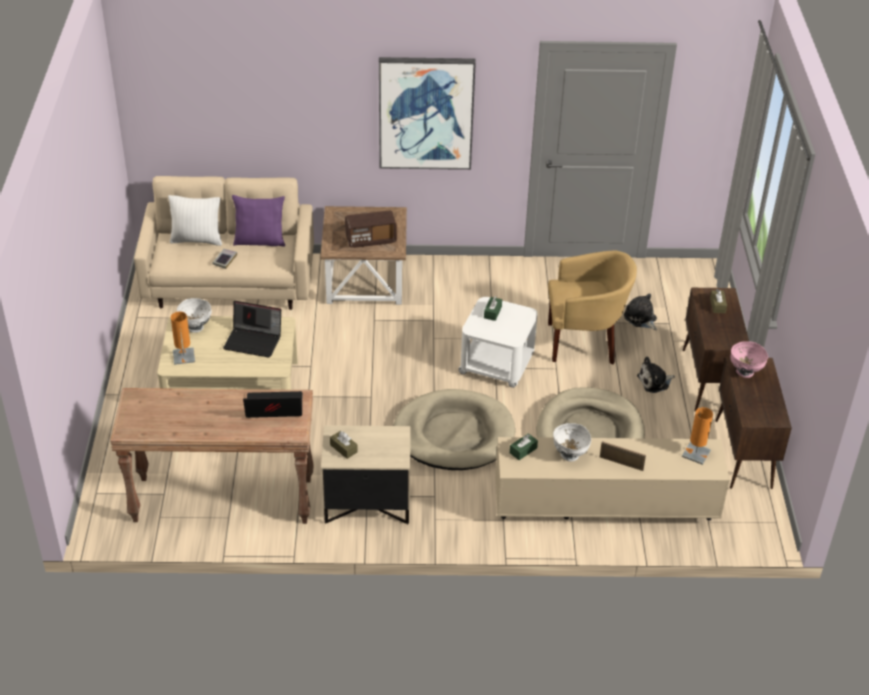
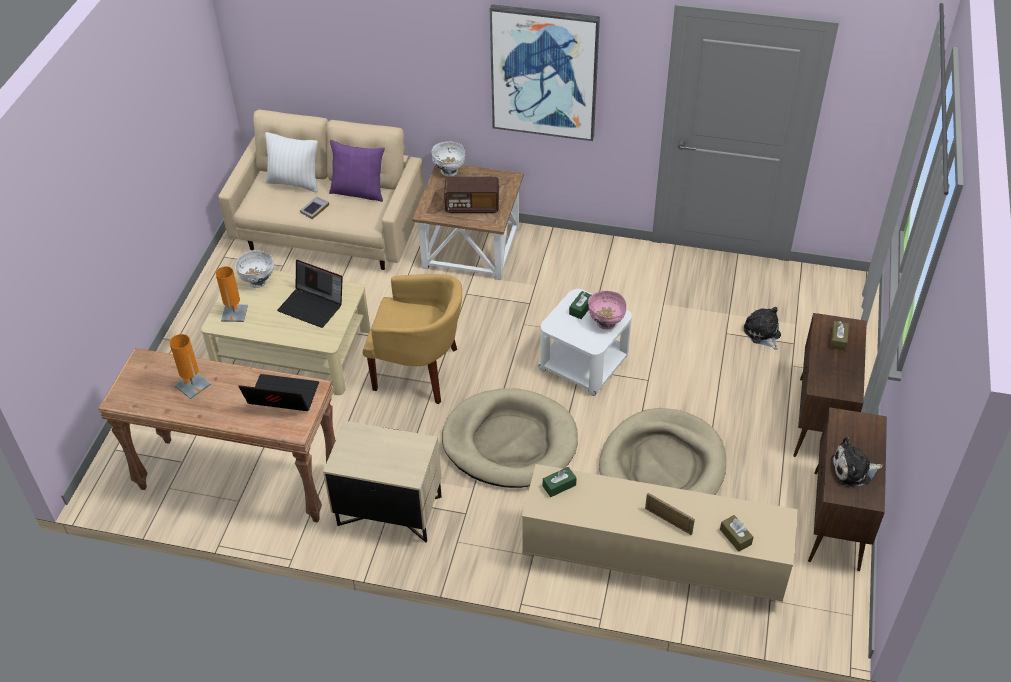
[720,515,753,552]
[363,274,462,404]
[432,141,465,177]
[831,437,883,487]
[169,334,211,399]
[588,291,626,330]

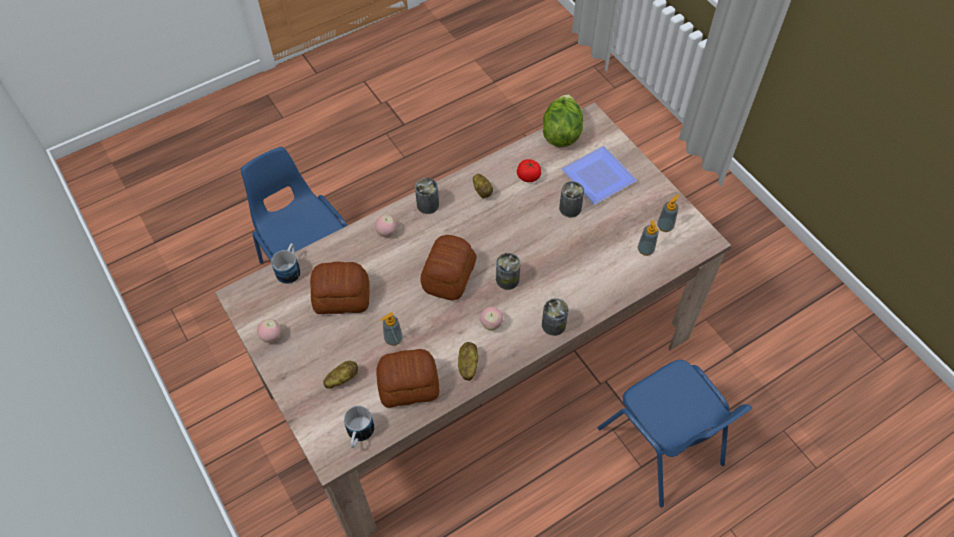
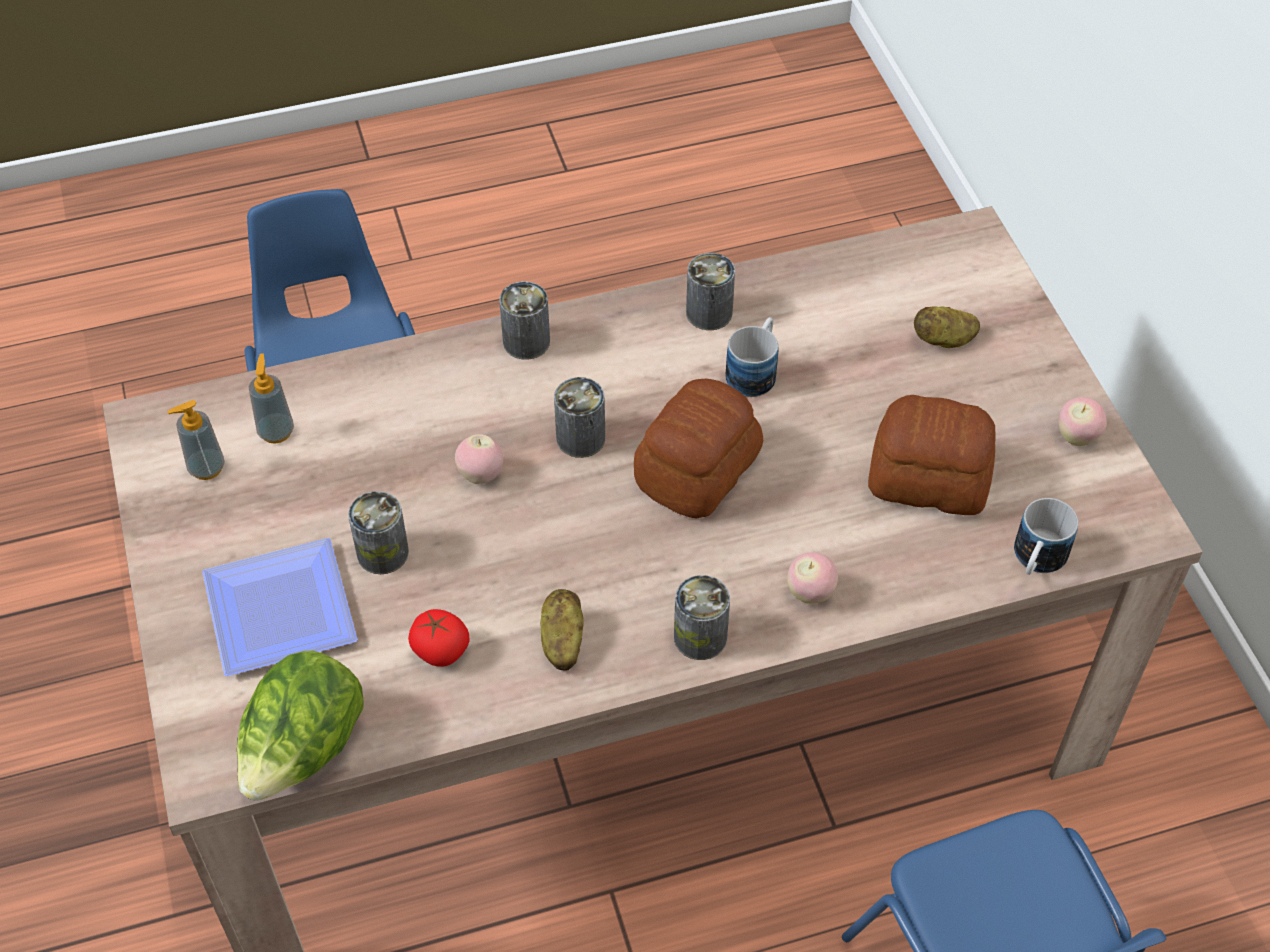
[725,317,778,397]
[376,349,439,408] (first image)
[381,312,403,346] (first image)
[686,253,735,330]
[455,434,503,484]

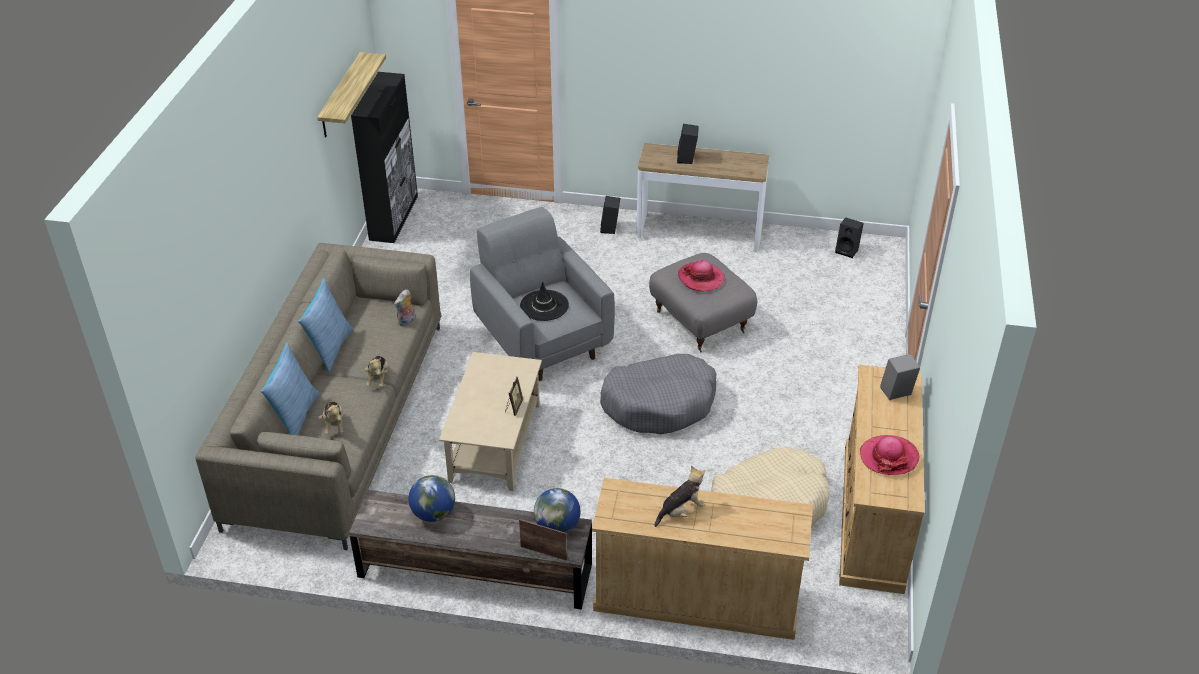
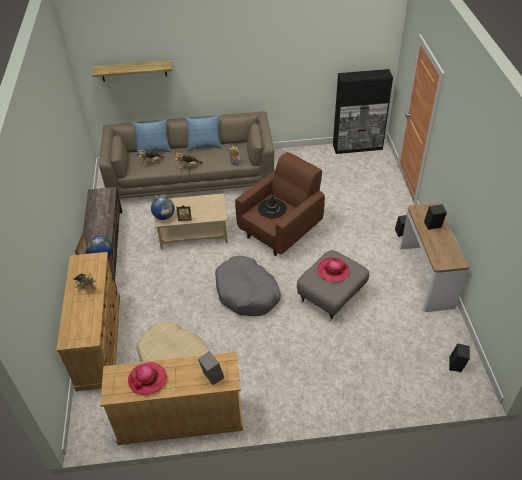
[92,60,172,82]
[151,197,175,220]
[235,152,325,256]

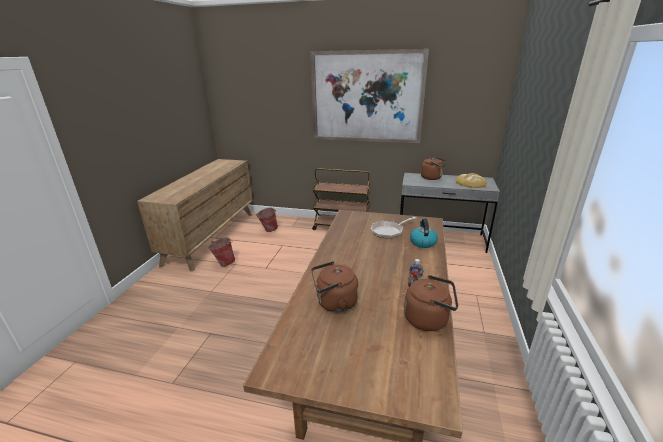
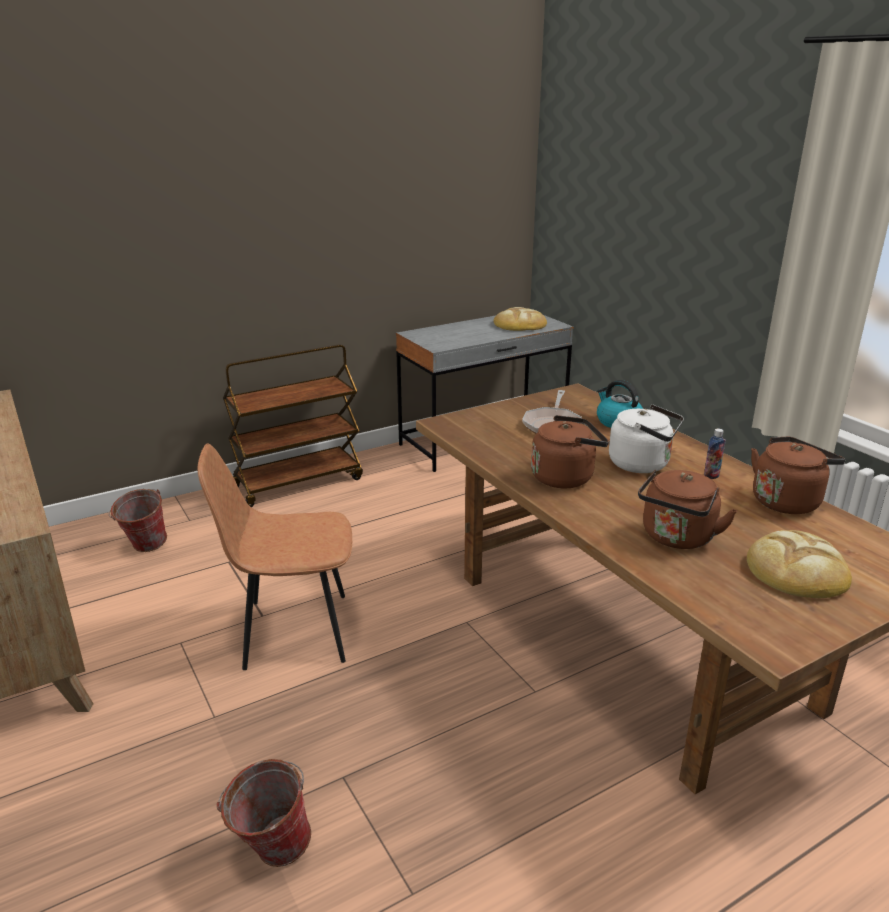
[216,759,311,867]
[310,49,429,143] (first image)
[531,415,609,488]
[198,444,352,670]
[609,404,684,473]
[747,530,852,598]

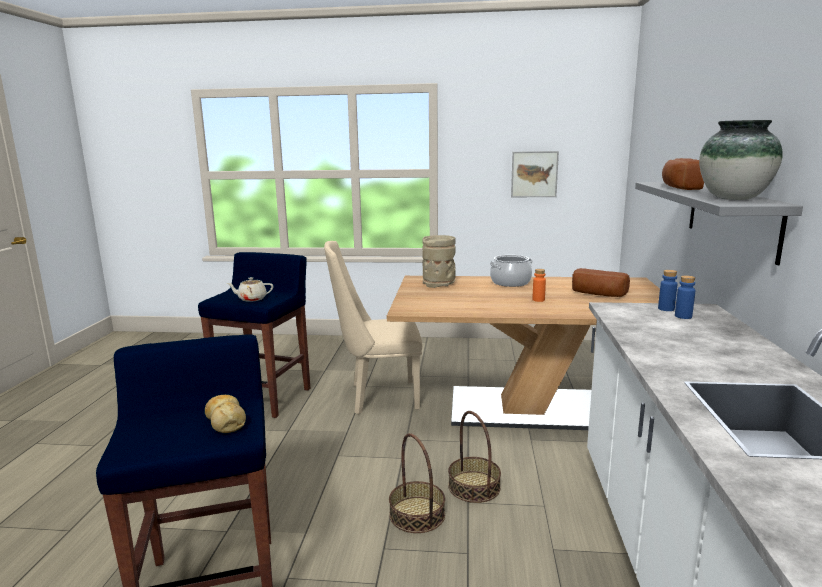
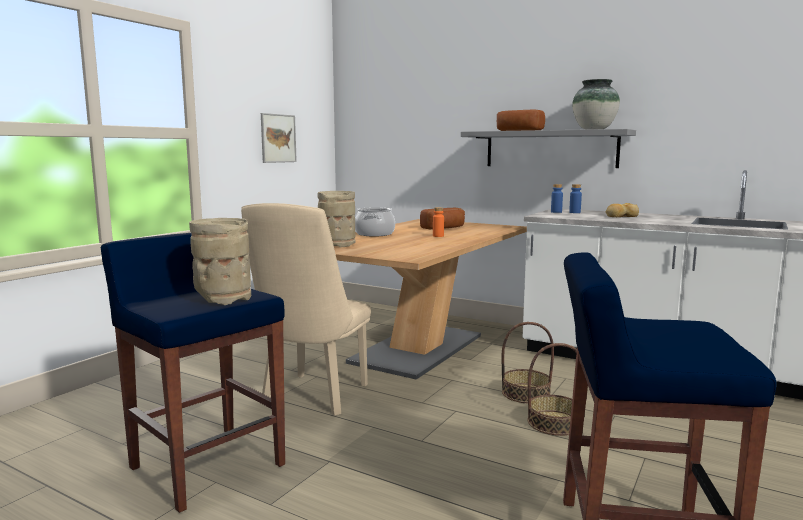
[606,203,639,217]
[189,218,251,305]

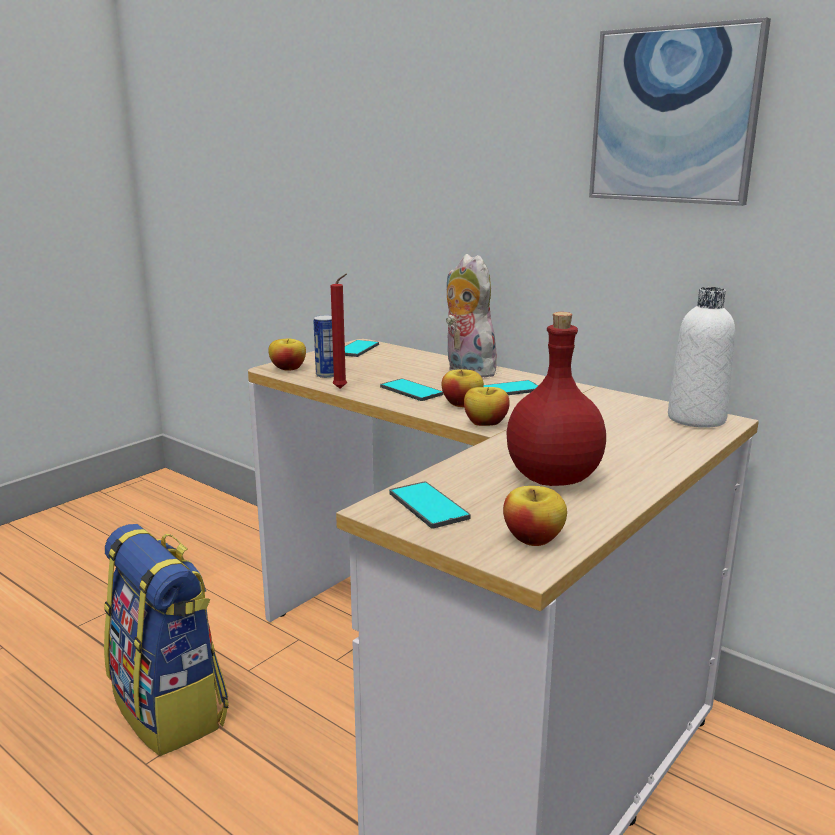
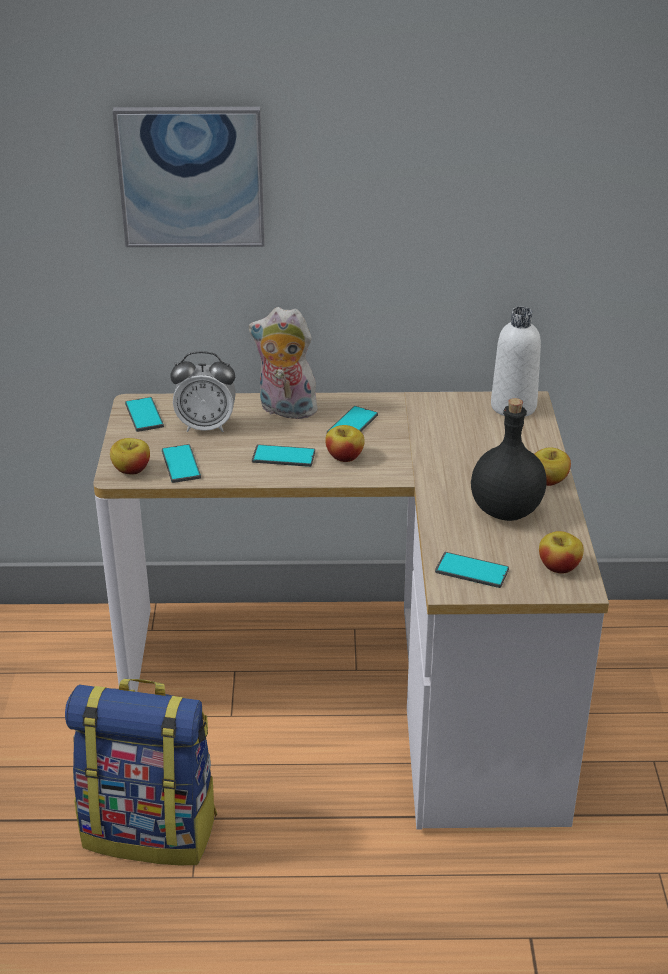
[162,444,201,483]
[331,273,347,389] (first image)
[535,447,571,486]
[471,398,547,521]
[112,107,265,247]
[170,351,236,432]

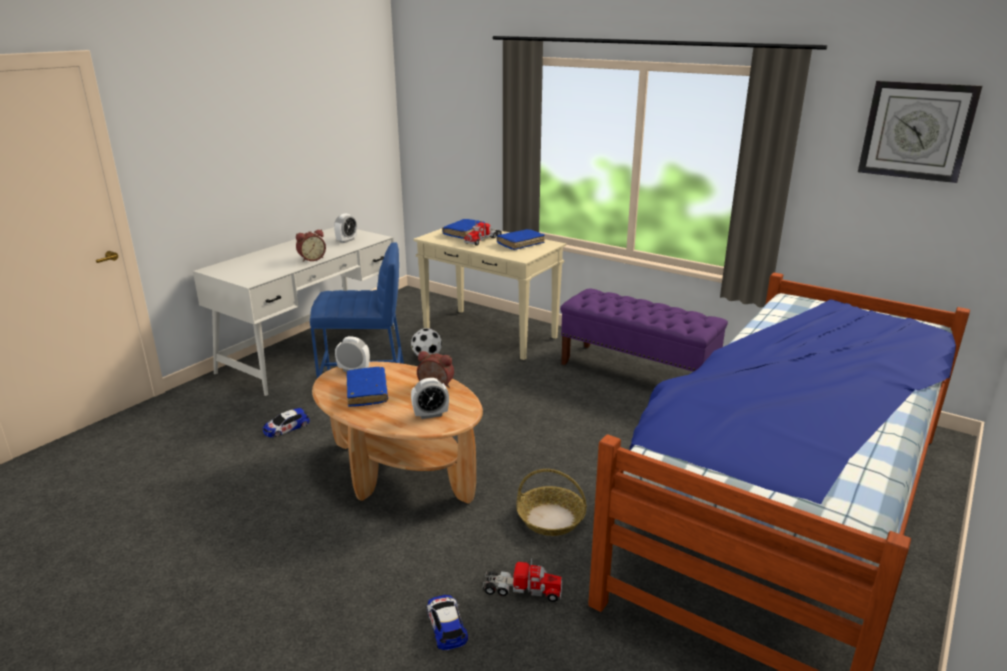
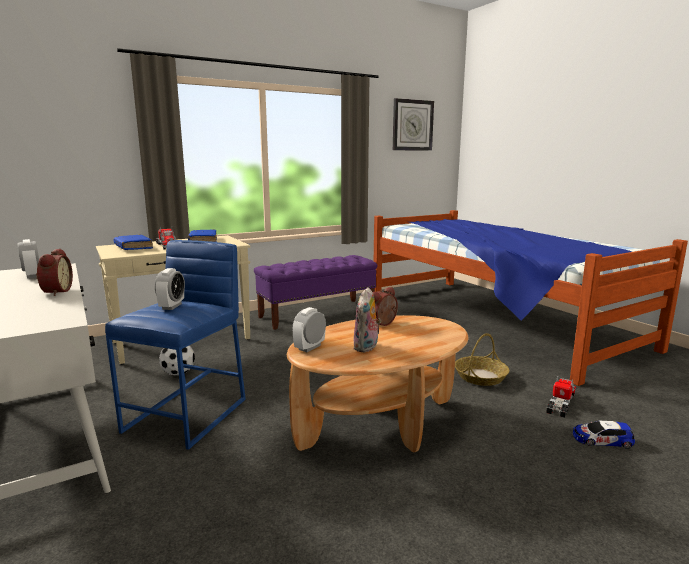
[263,408,310,437] (first image)
[353,287,381,352]
[155,268,185,310]

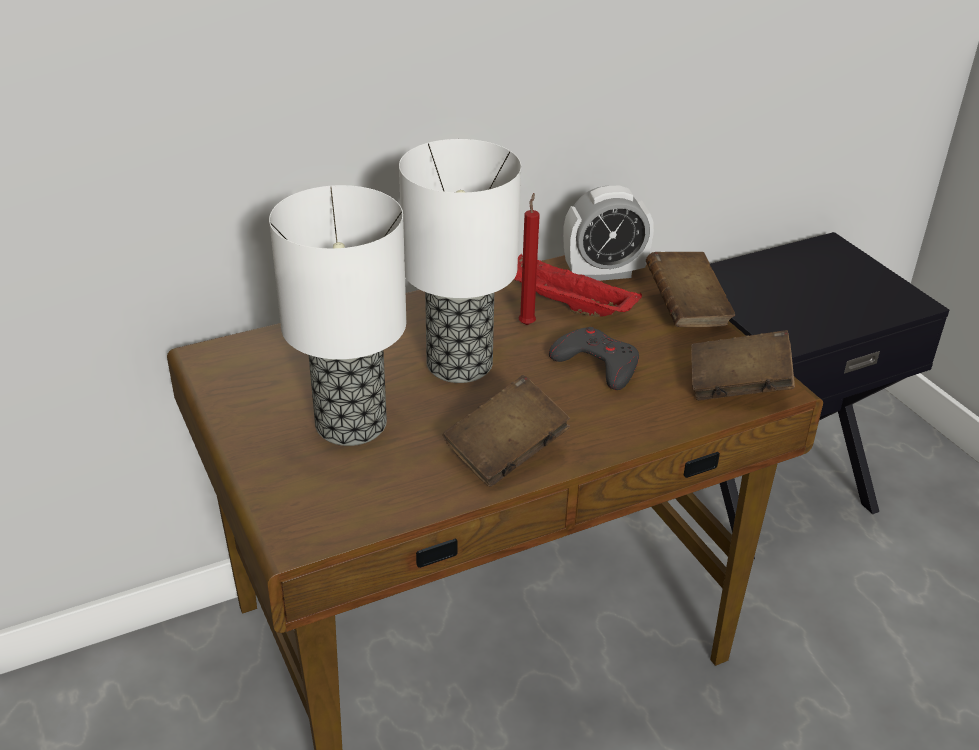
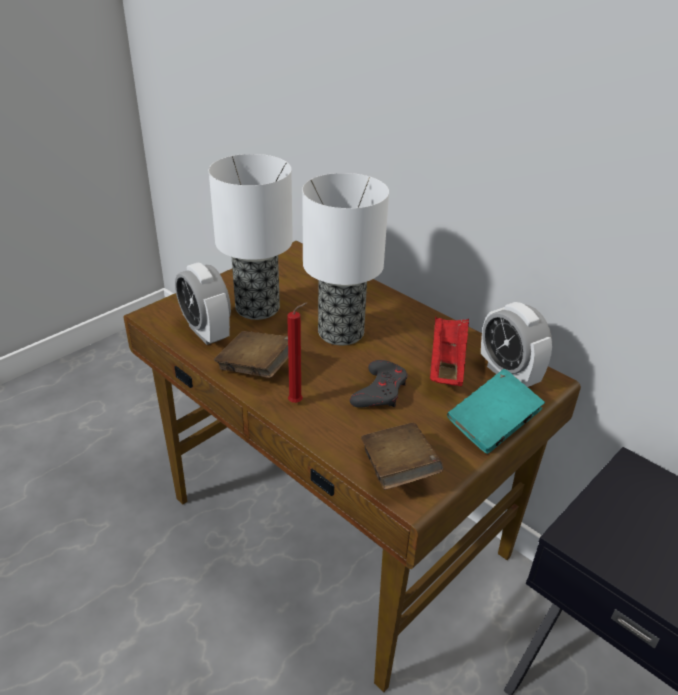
[287,302,307,403]
[447,369,545,454]
[175,263,231,345]

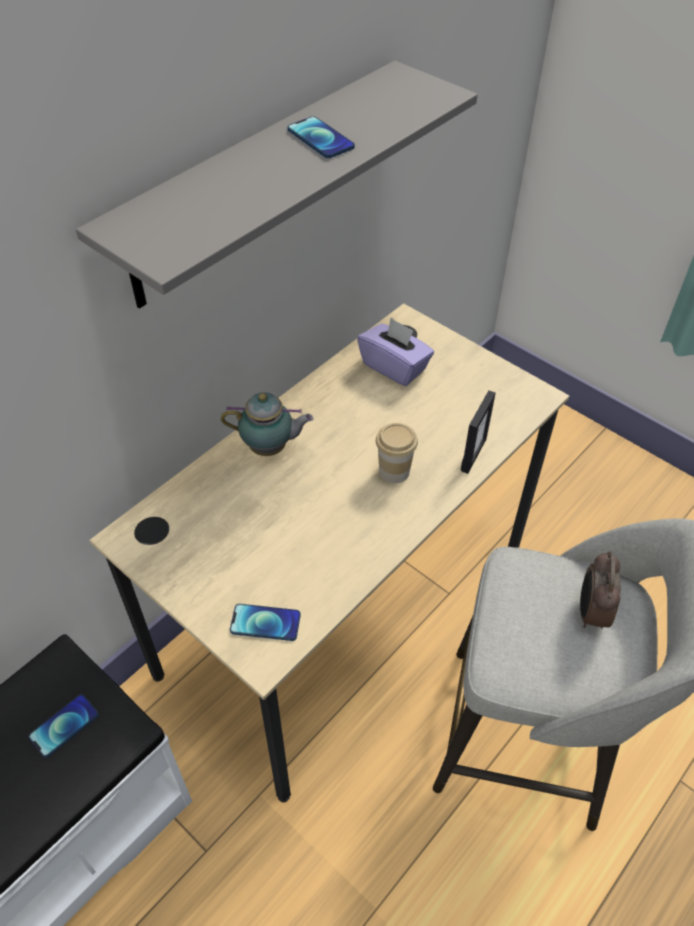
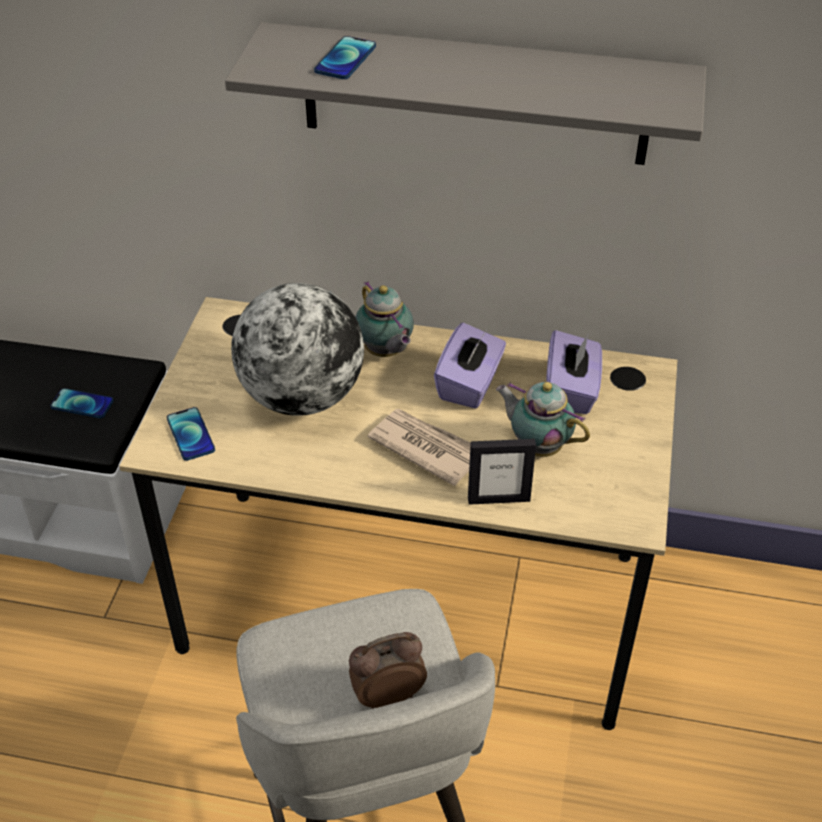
[314,36,376,79]
[368,409,471,486]
[231,283,364,416]
[434,323,506,409]
[496,382,590,457]

